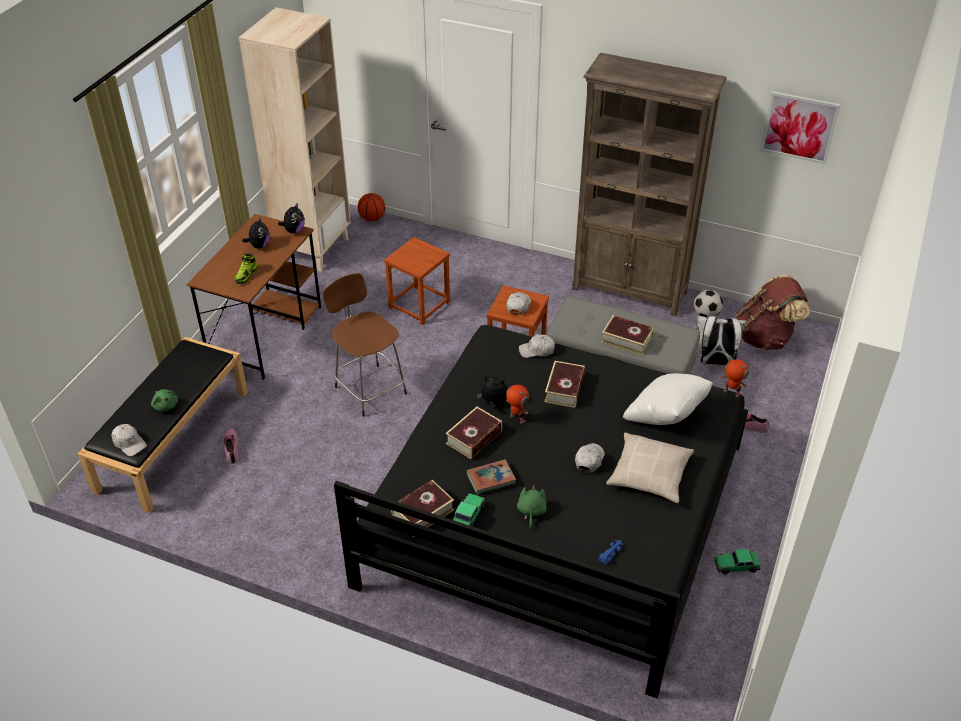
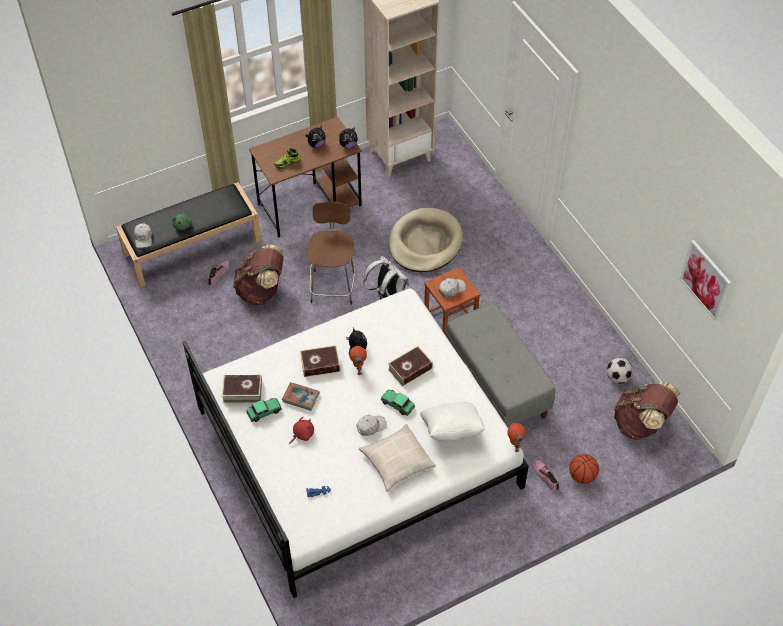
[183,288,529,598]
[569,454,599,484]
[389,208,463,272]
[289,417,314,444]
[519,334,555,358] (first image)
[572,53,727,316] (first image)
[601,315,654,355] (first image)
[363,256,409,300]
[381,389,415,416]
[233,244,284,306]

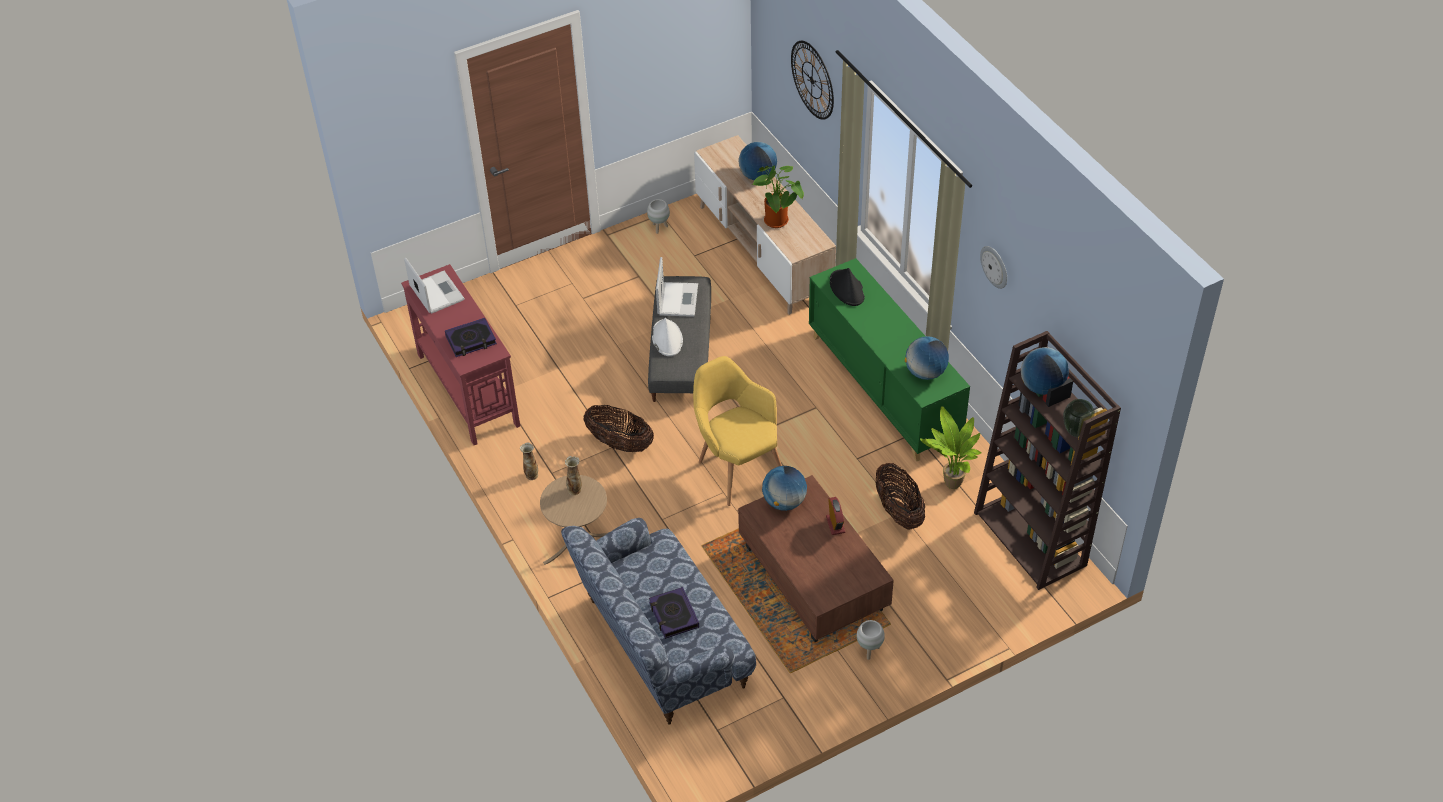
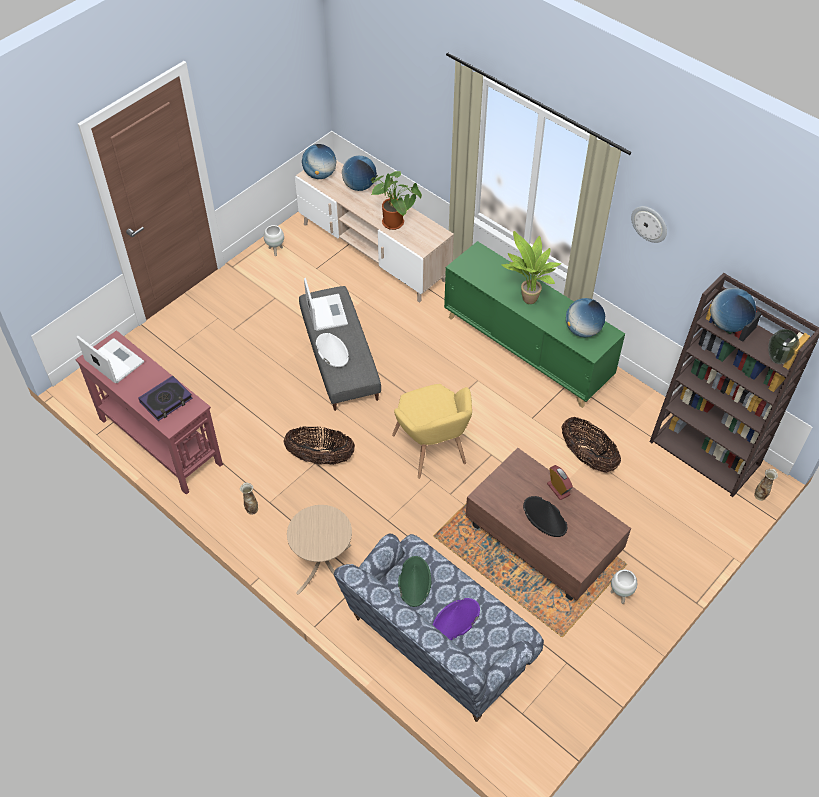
[754,469,778,501]
[433,598,480,640]
[392,384,472,479]
[302,144,336,179]
[791,40,834,120] (first image)
[523,496,567,537]
[501,231,561,304]
[398,556,431,607]

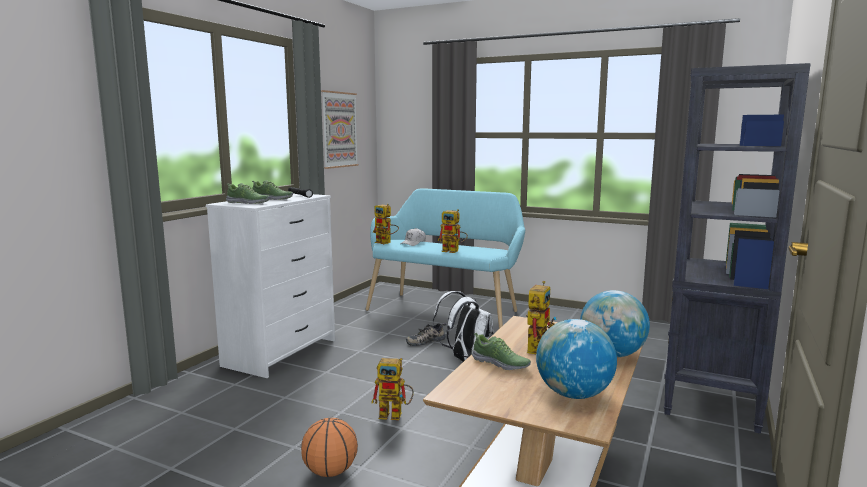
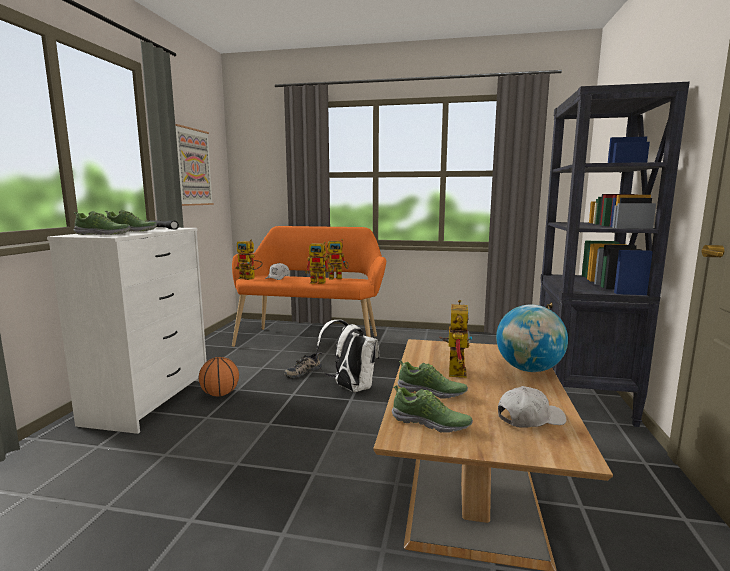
[199,357,239,397]
[232,226,386,347]
[325,239,349,279]
[498,386,566,427]
[392,385,473,433]

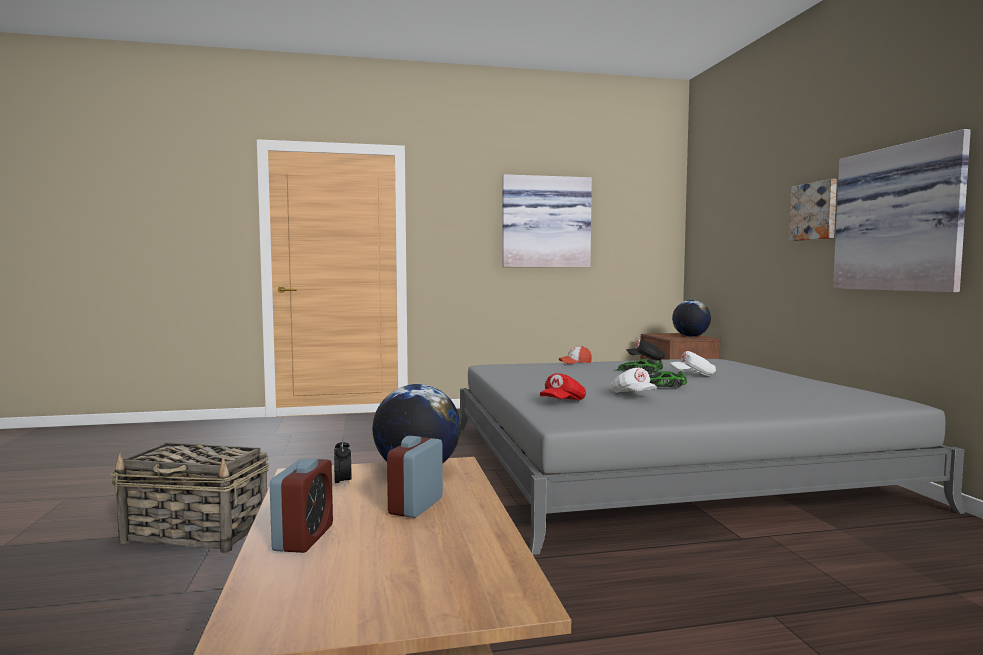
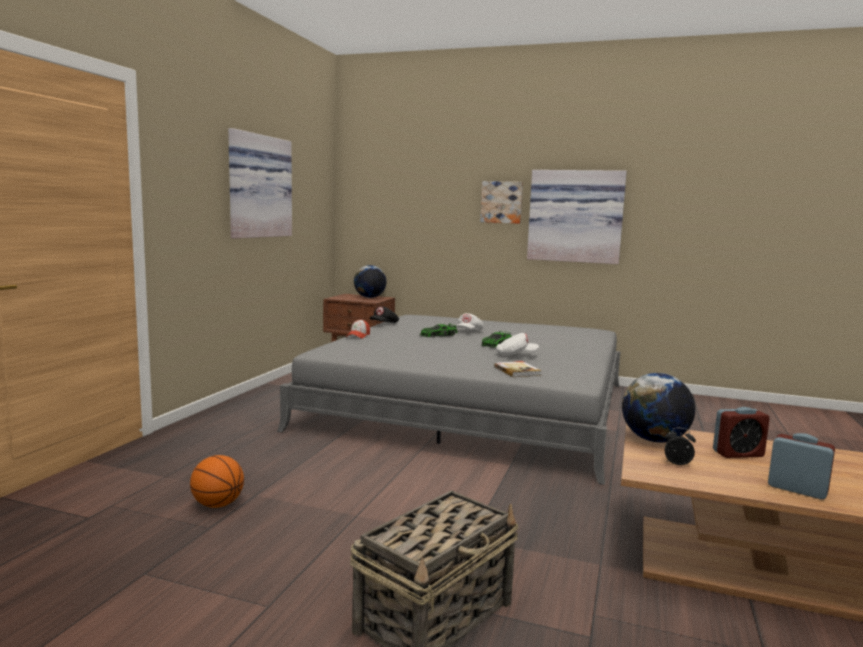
[713,407,770,458]
[494,361,542,377]
[190,455,244,508]

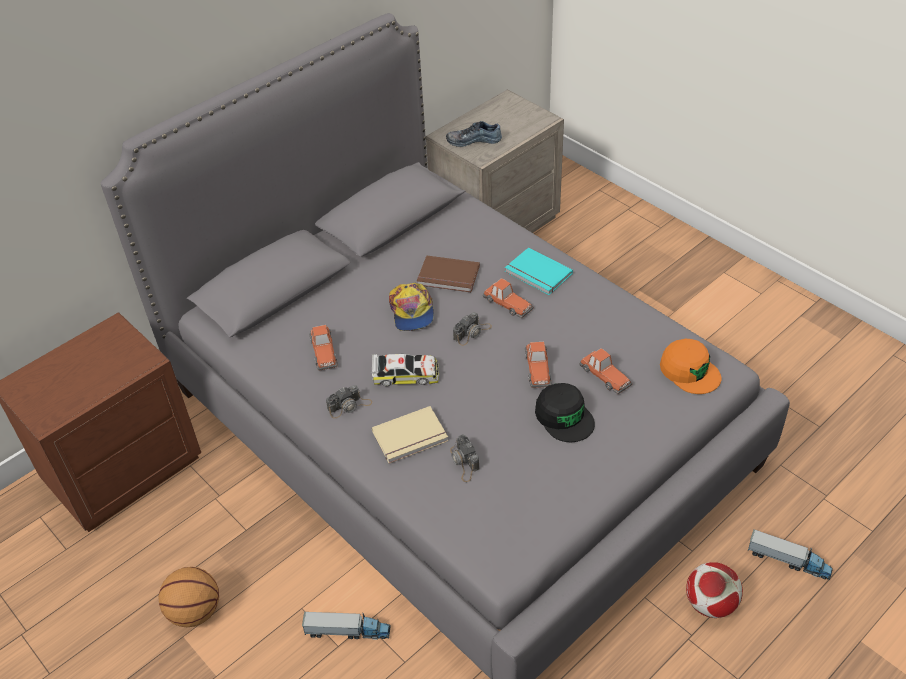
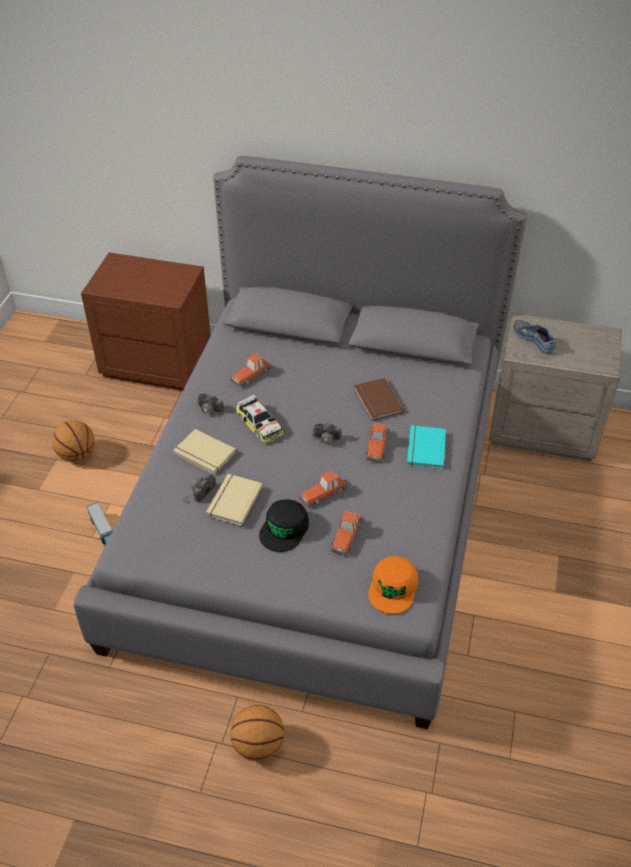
[389,283,434,331] (first image)
[231,705,284,761]
[748,529,833,580] (first image)
[206,474,263,526]

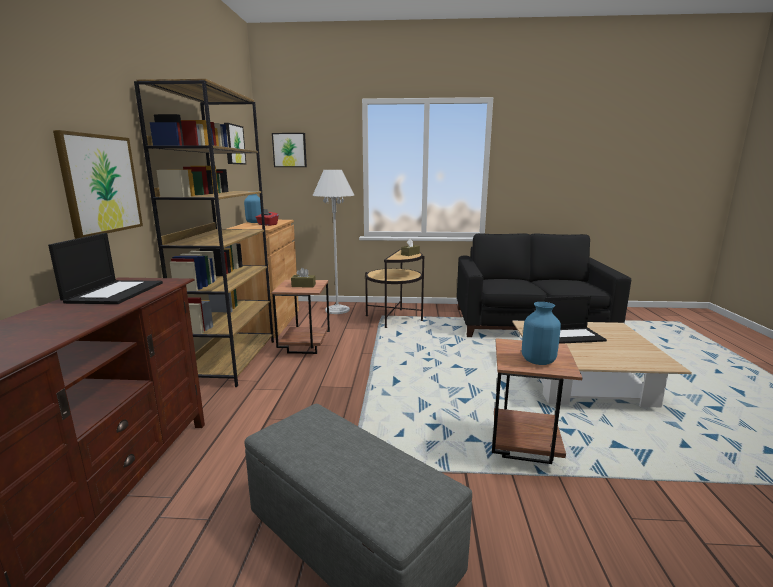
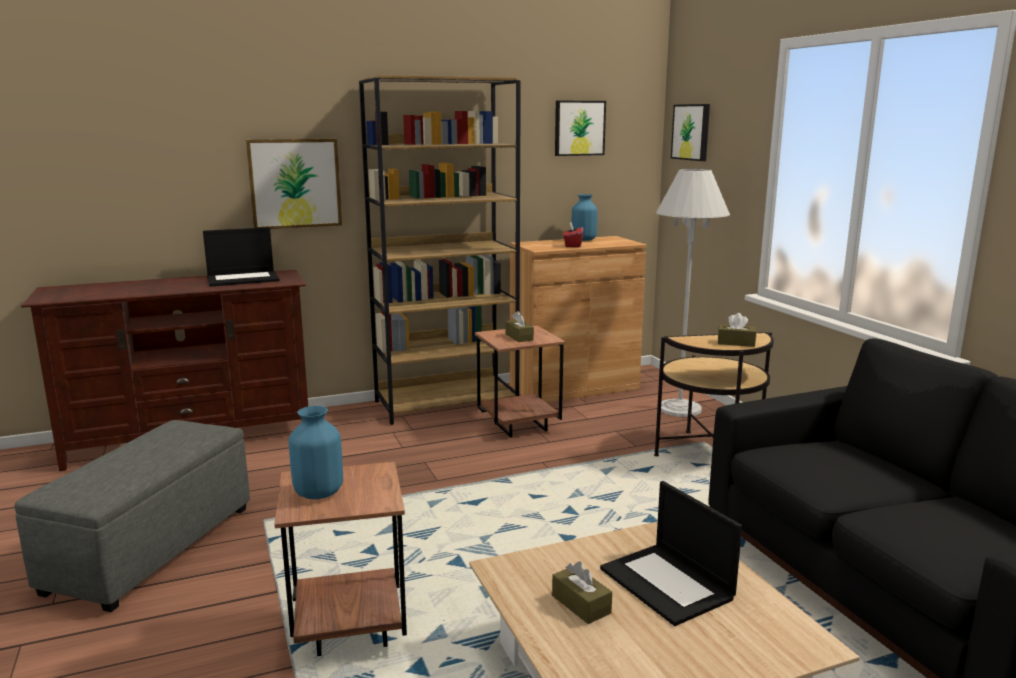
[552,561,612,624]

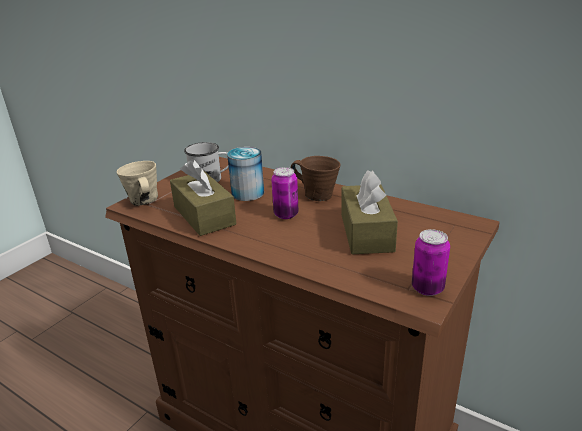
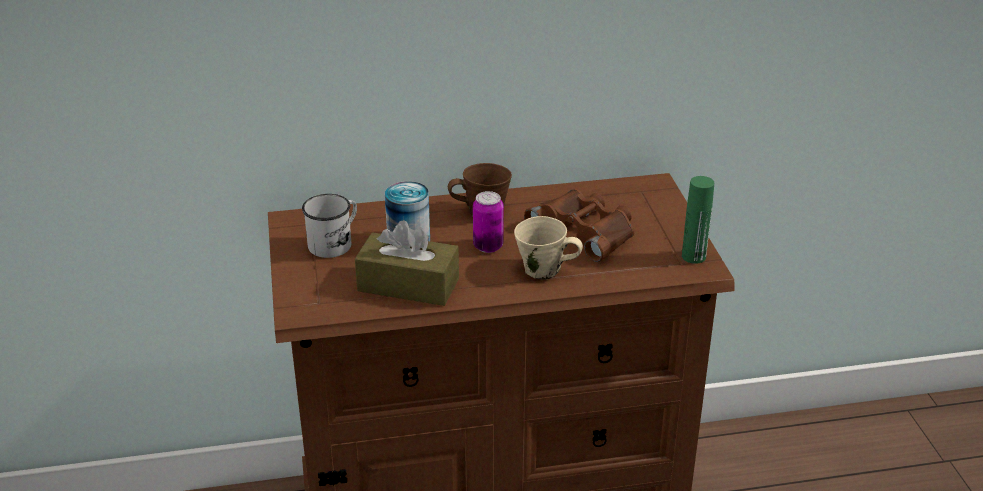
[514,216,583,280]
[524,189,634,262]
[682,176,714,264]

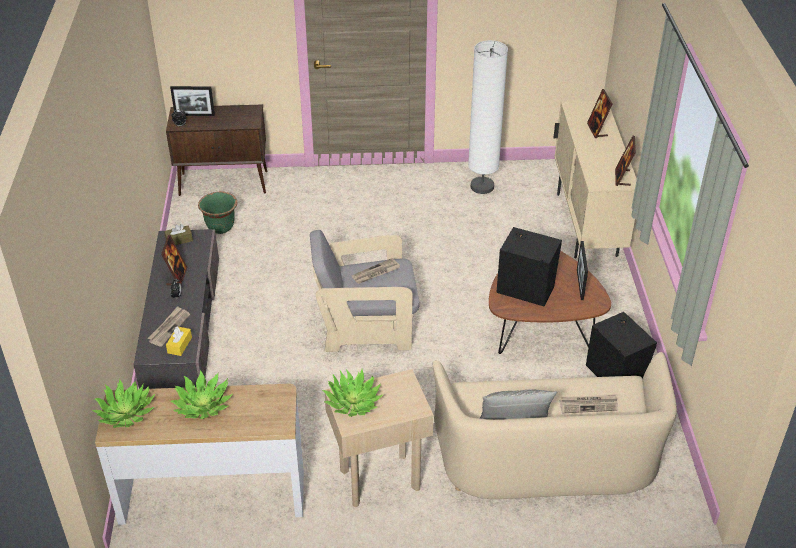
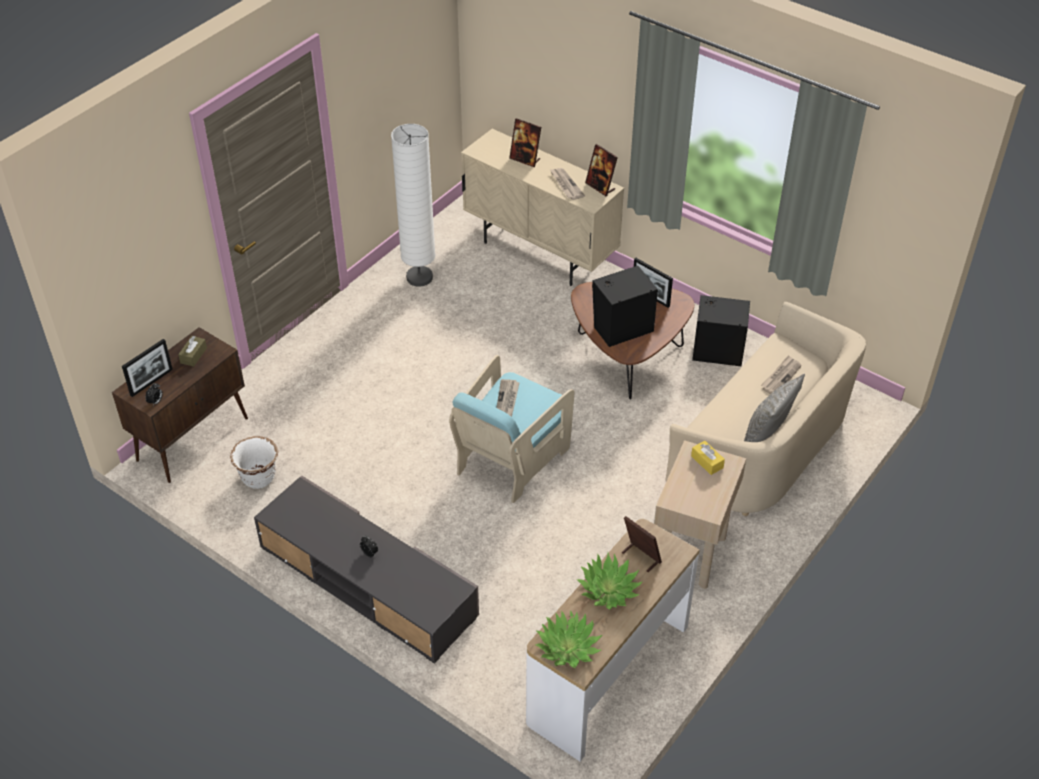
[550,168,585,200]
[622,516,662,572]
[178,336,207,367]
[691,441,725,475]
[230,436,278,489]
[449,355,574,503]
[322,369,384,417] (first image)

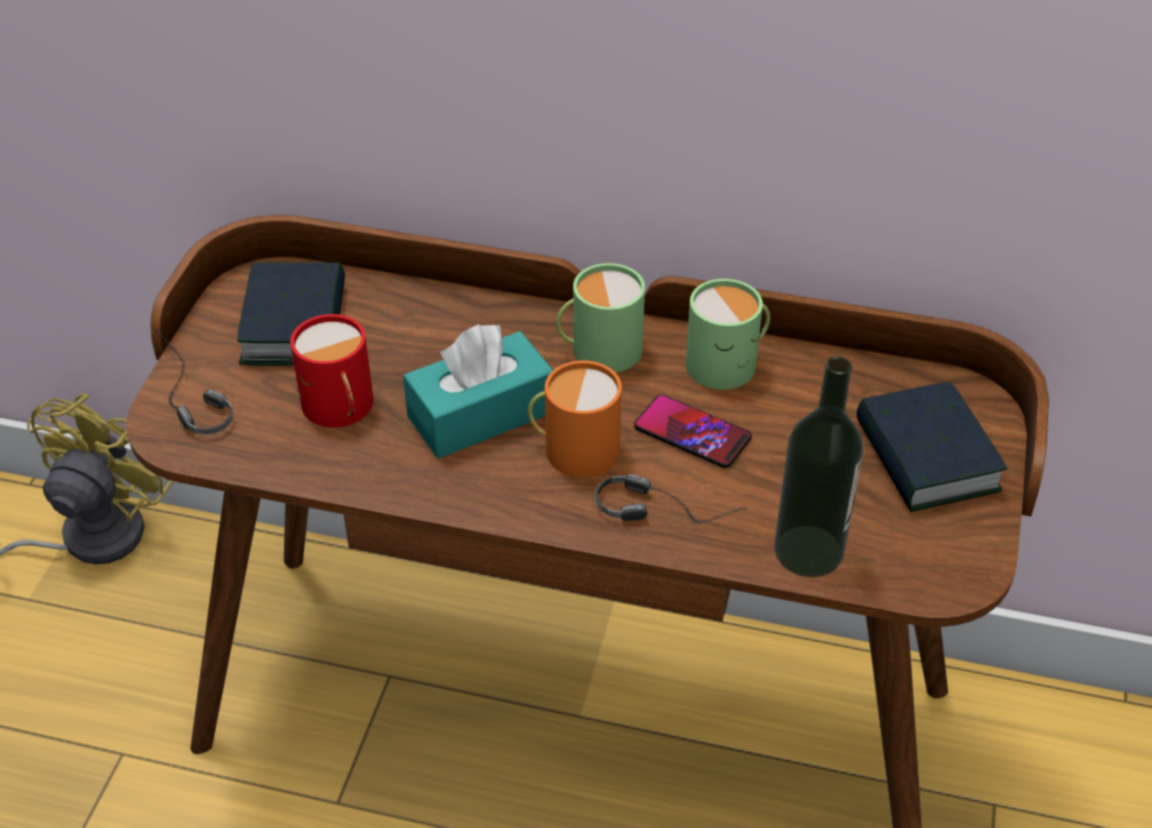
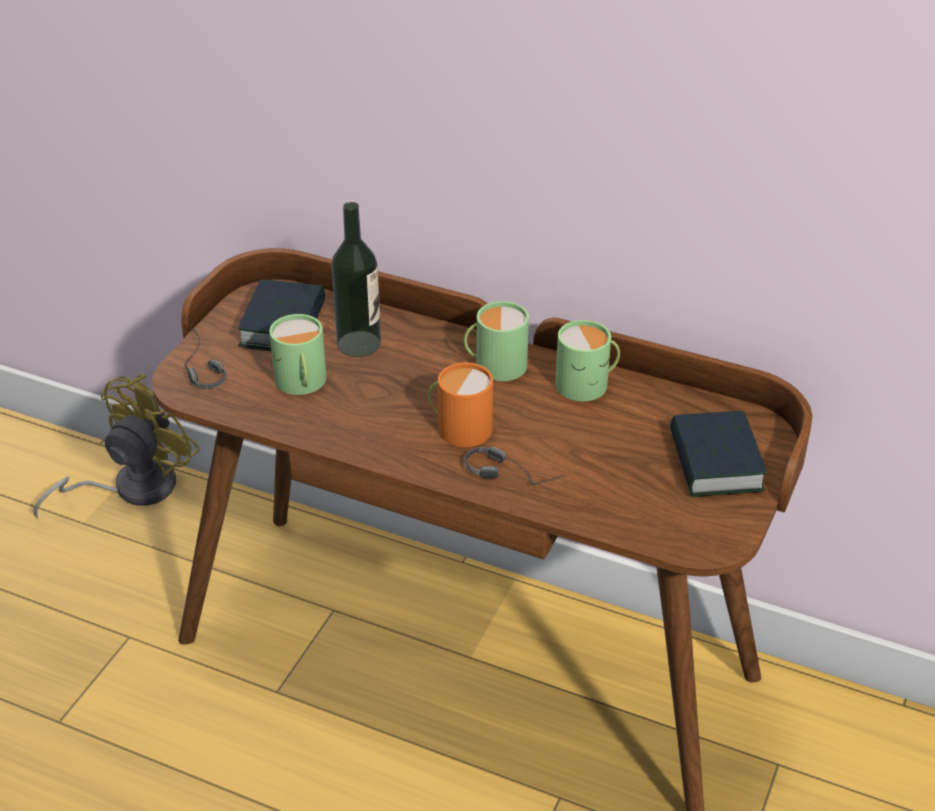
[269,314,326,395]
[403,324,553,459] (first image)
[634,395,752,468] (first image)
[331,202,381,357]

